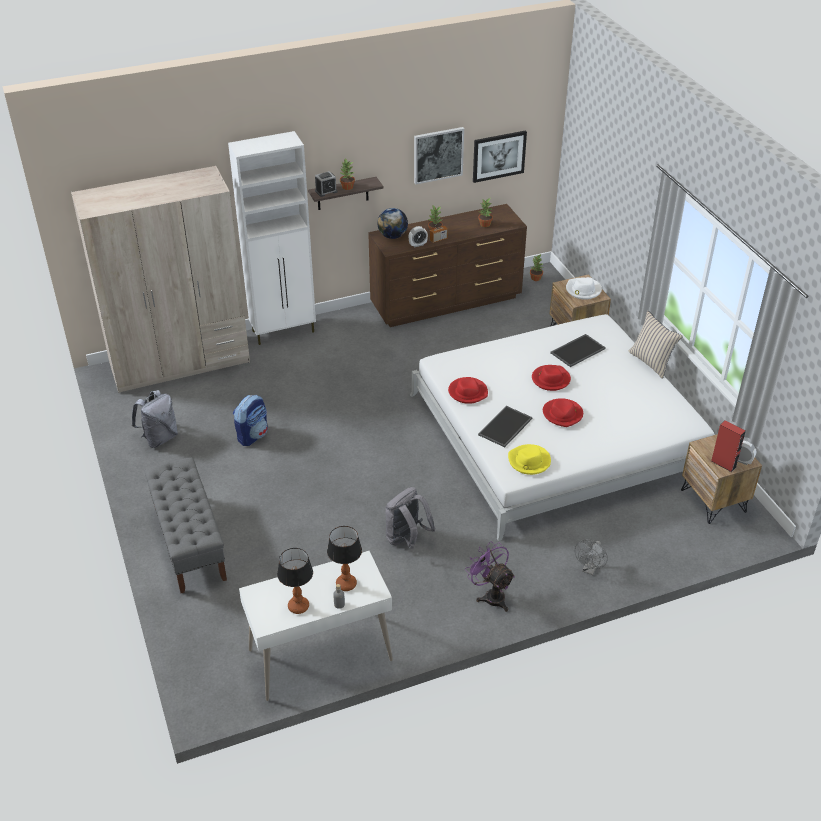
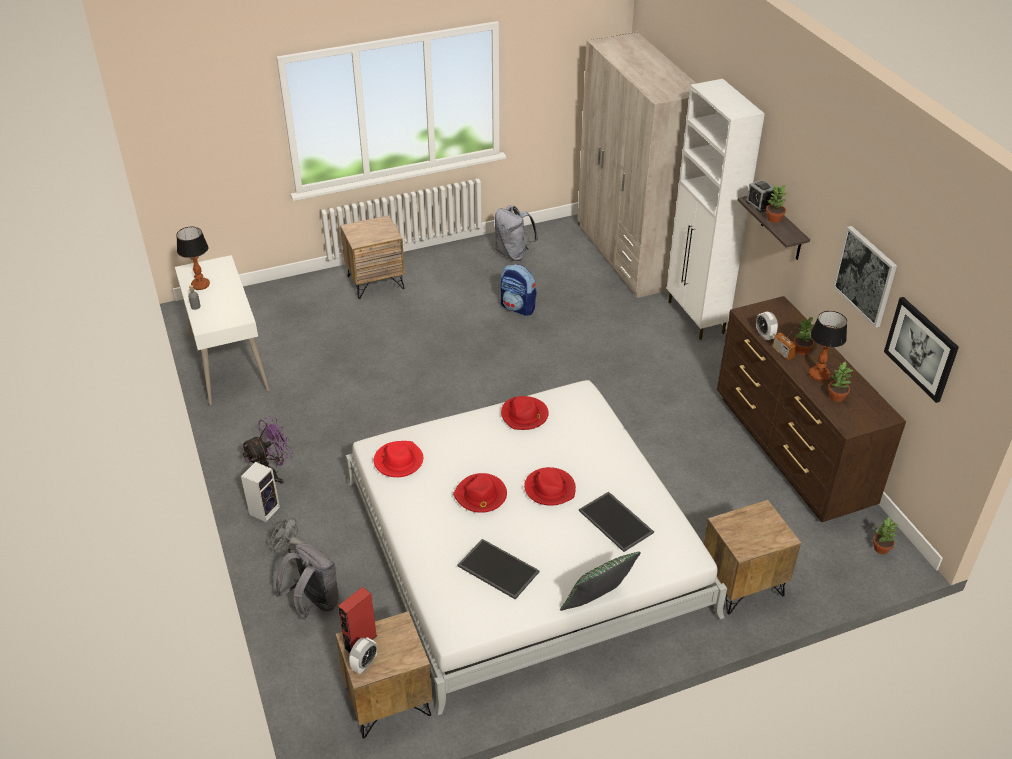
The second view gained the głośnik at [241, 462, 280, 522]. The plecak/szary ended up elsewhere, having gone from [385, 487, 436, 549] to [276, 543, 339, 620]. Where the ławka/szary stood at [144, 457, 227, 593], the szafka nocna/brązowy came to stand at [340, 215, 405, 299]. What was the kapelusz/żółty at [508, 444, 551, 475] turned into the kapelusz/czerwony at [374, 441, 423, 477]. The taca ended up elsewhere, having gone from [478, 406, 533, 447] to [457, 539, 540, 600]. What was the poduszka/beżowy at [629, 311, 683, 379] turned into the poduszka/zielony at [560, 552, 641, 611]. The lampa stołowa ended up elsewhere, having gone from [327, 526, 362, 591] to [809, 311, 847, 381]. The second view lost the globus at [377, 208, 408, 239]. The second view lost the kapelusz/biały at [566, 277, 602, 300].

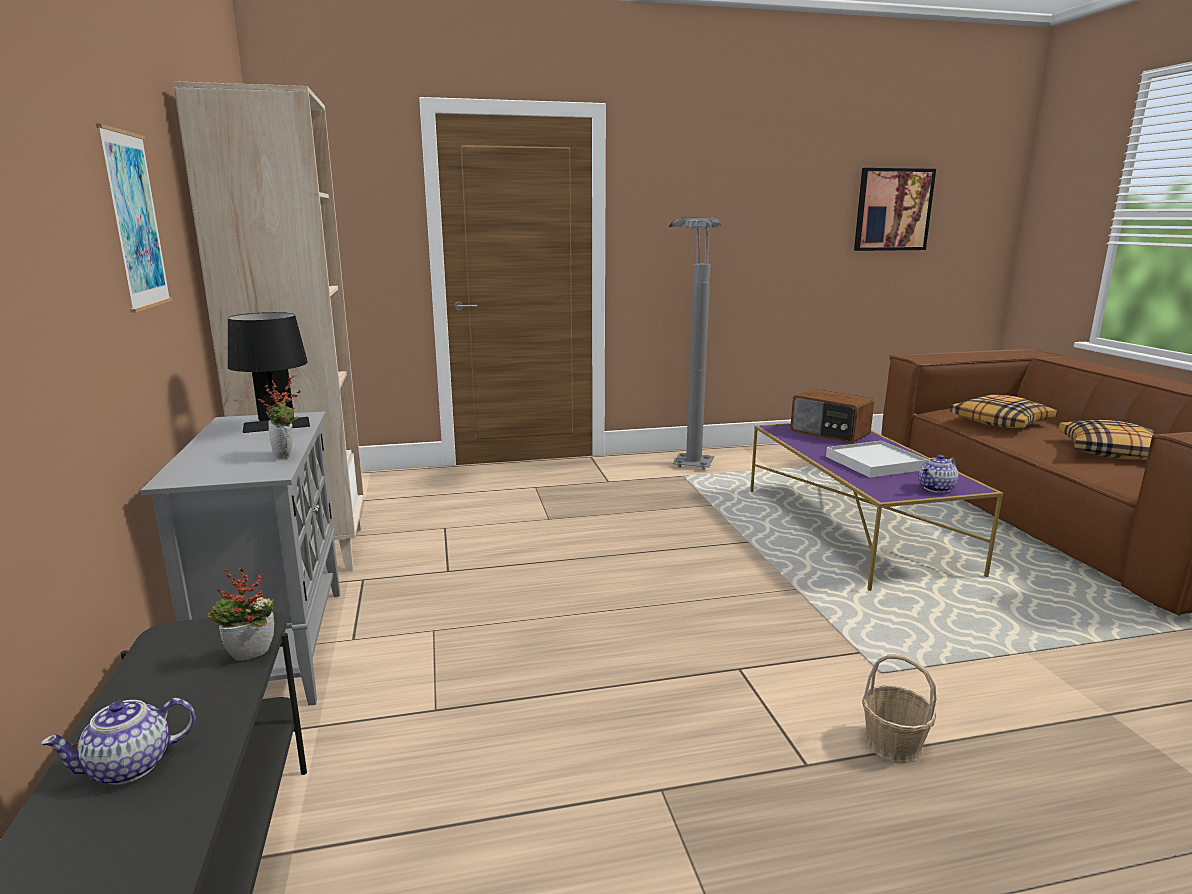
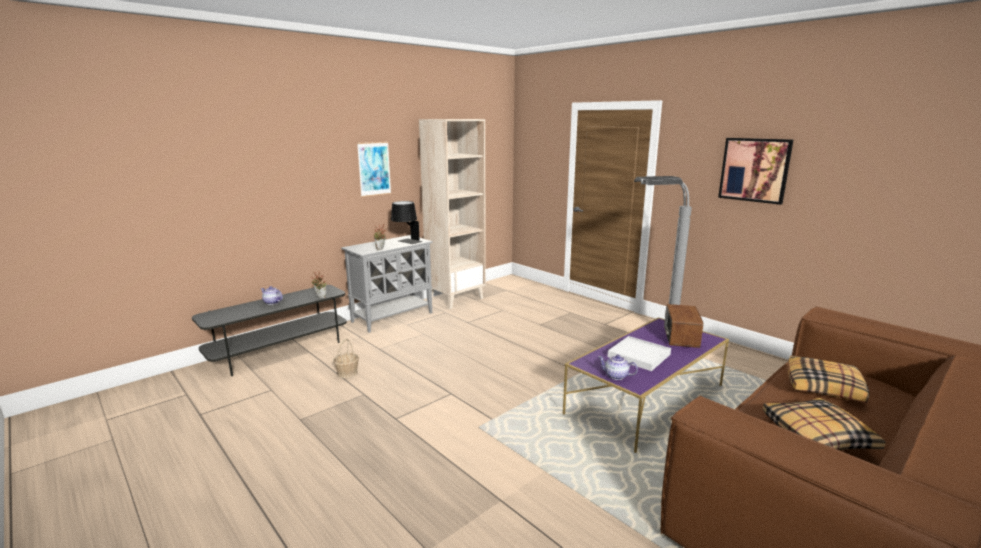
The koszyk ended up elsewhere, having gone from [862, 654, 936, 763] to [333, 338, 359, 378]. The obraz ended up elsewhere, having gone from [854, 168, 936, 251] to [718, 138, 793, 205].

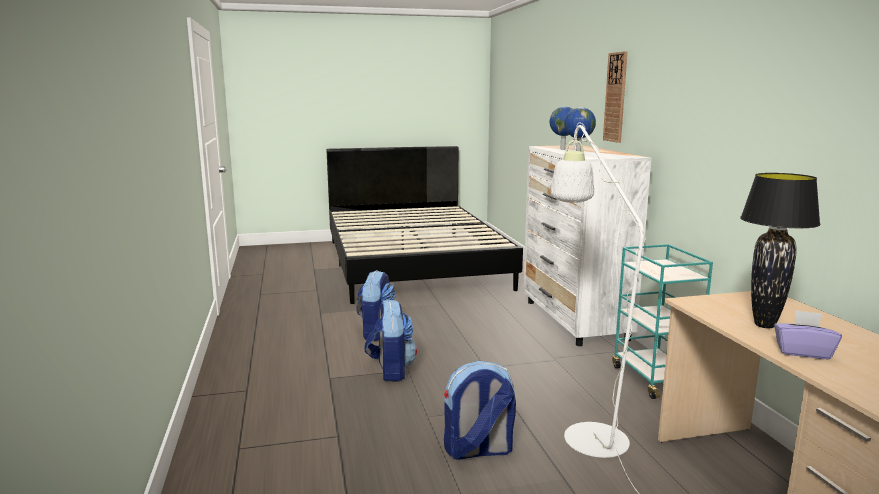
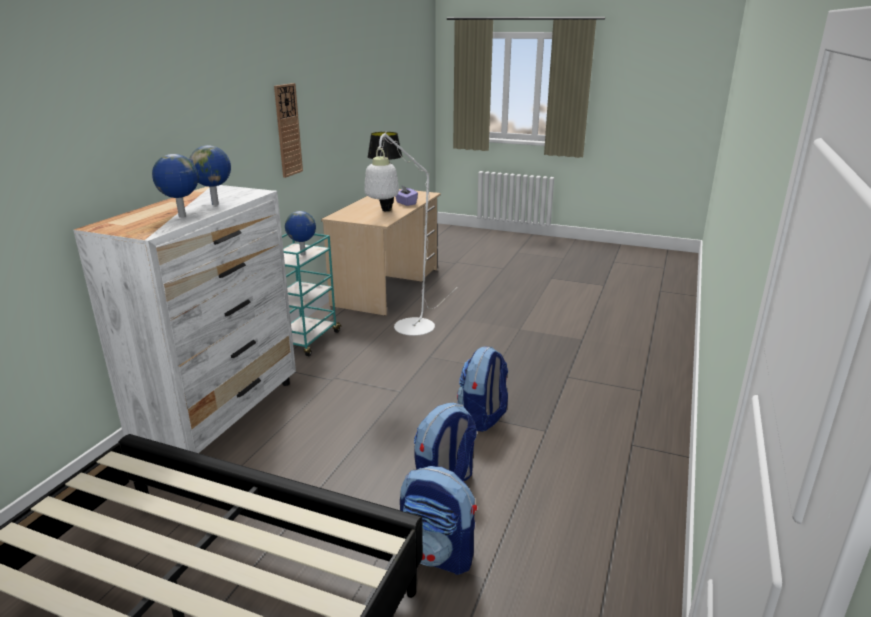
The zegar ścienny ended up elsewhere, having gone from [603, 51, 628, 143] to [274, 83, 303, 178]. The second view gained the globus at [285, 211, 316, 255]. The plecak ended up elsewhere, having gone from [444, 361, 516, 460] to [400, 466, 477, 575].

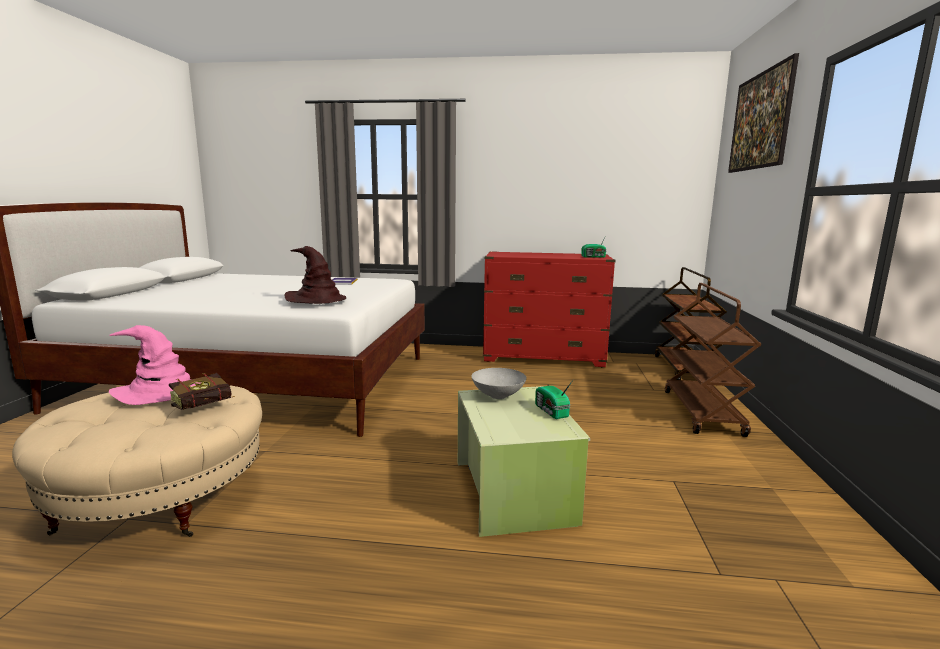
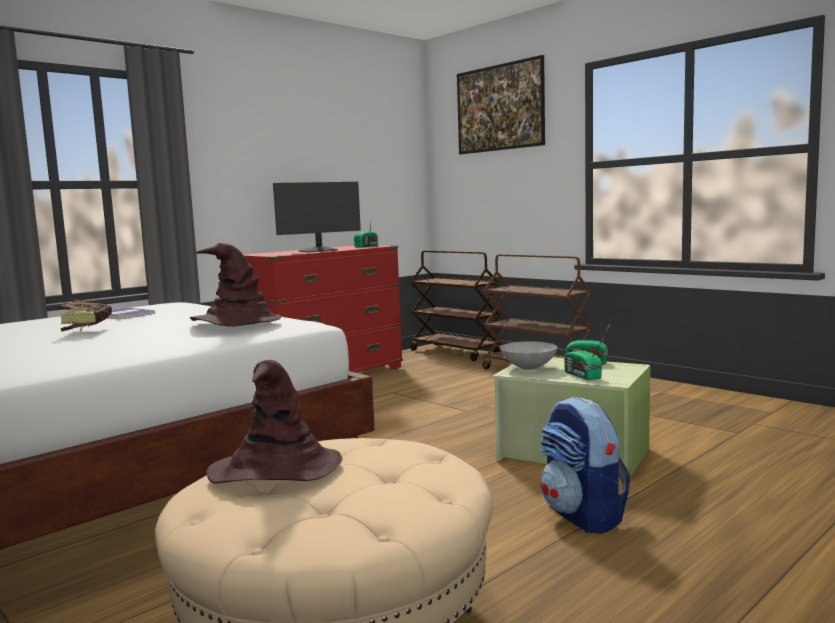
The książka ended up elsewhere, having gone from [169, 373, 234, 410] to [59, 299, 112, 332]. What was the kapelusz/różowy at [109, 325, 200, 405] turned into the kapelusz/brązowy at [207, 360, 342, 484]. The second view gained the monitor at [273, 182, 361, 252]. The second view gained the plecak at [540, 397, 631, 534]. The second view gained the radio at [564, 338, 604, 380].

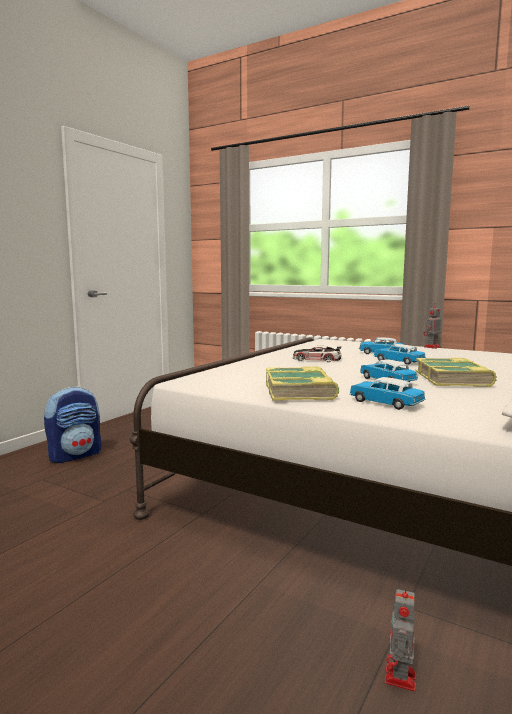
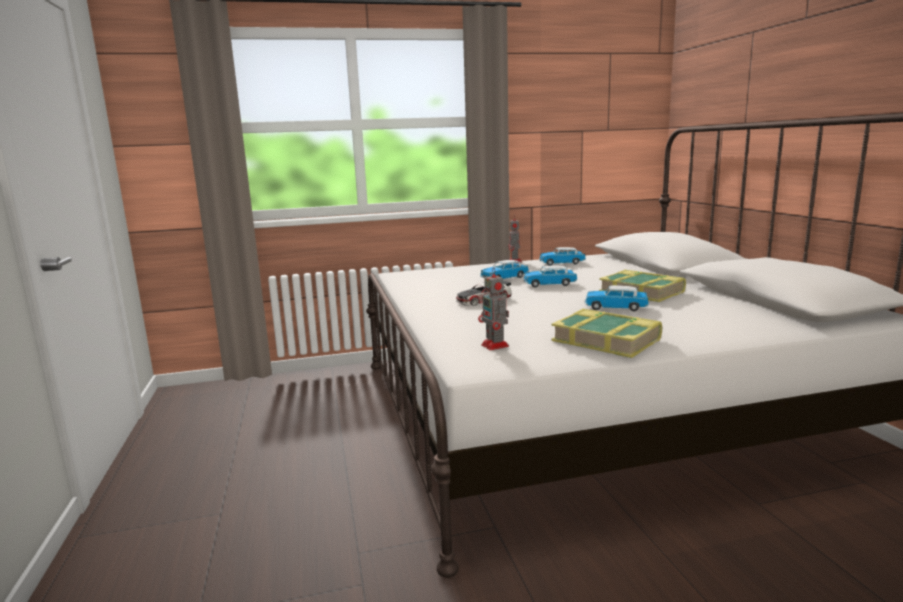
The robot zabawkowy ended up elsewhere, having gone from [385, 584, 416, 691] to [478, 267, 509, 350]. The samochodzik ended up elsewhere, having gone from [349, 377, 425, 410] to [539, 247, 586, 266]. The second view lost the plecak at [44, 387, 101, 463].

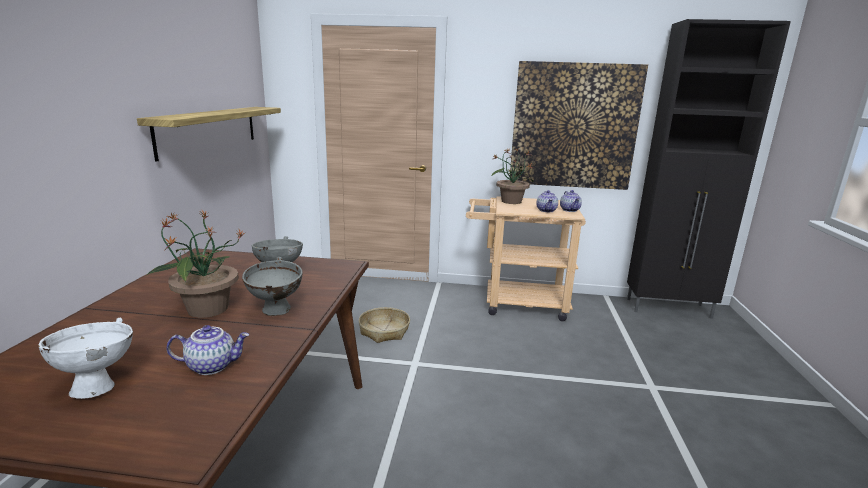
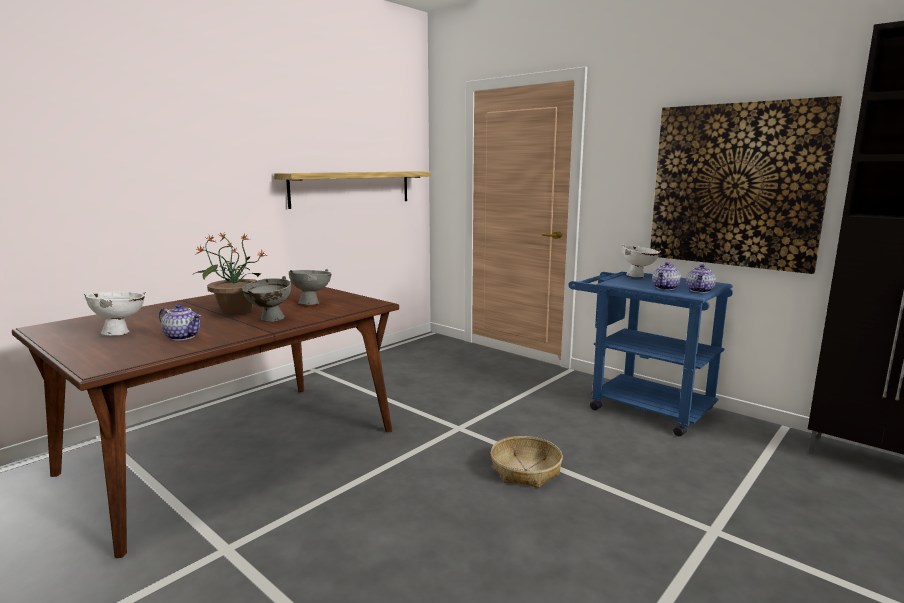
The koszyk ended up elsewhere, having gone from [359, 307, 410, 343] to [491, 436, 563, 488]. What was the wózek/beżowy at [466, 196, 586, 321] turned into the wózek/niebieski at [568, 272, 733, 436]. Where the roślina doniczkowa stood at [492, 147, 534, 204], the miska/biały came to stand at [623, 244, 661, 278].

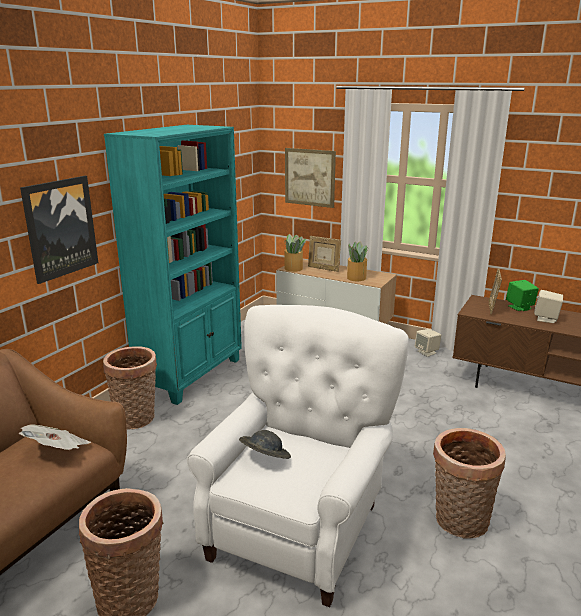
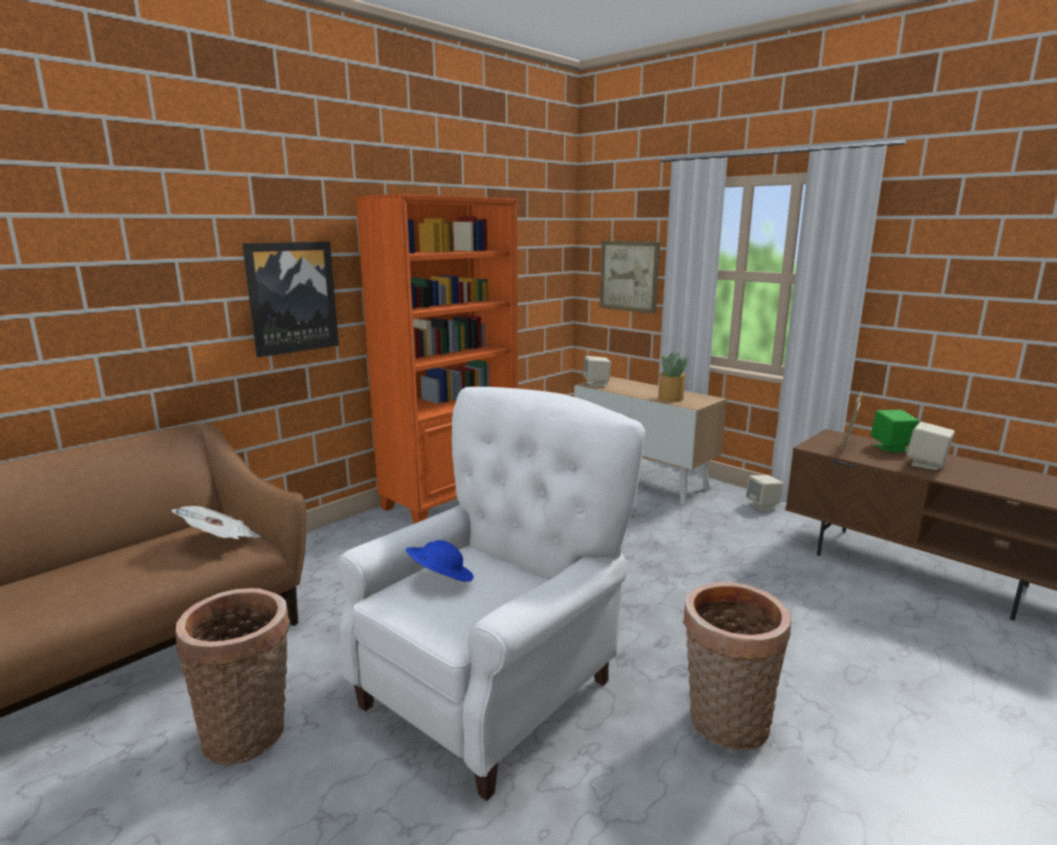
What was the regał/turkusowy at [104, 125, 242, 405] turned into the regał/pomarańczowy at [355, 194, 518, 524]. What was the kapelusz/szary at [239, 430, 291, 459] turned into the kapelusz/niebieski at [406, 540, 474, 582]. Where the roślina doniczkowa stood at [283, 234, 306, 272], the głośnik/beżowy came to stand at [583, 356, 611, 387]. The second view lost the koszyk at [103, 346, 157, 430]. The second view lost the ramka na zdjęcie at [308, 236, 341, 272].

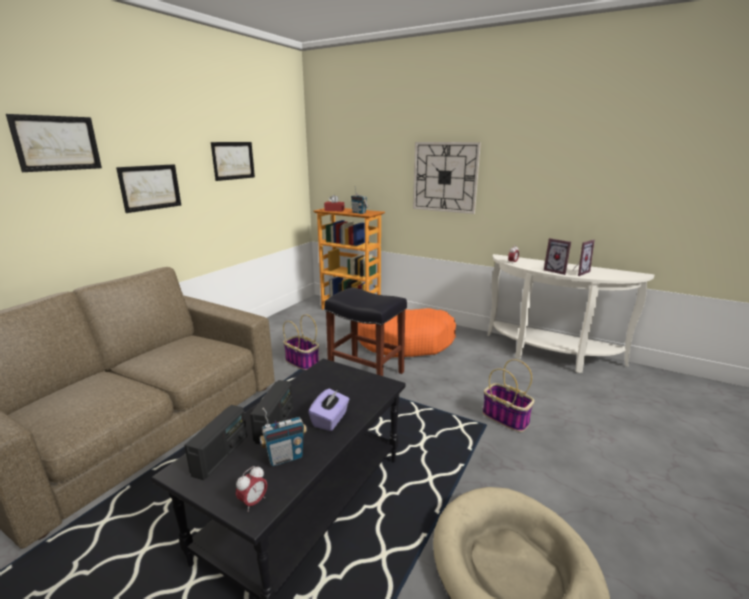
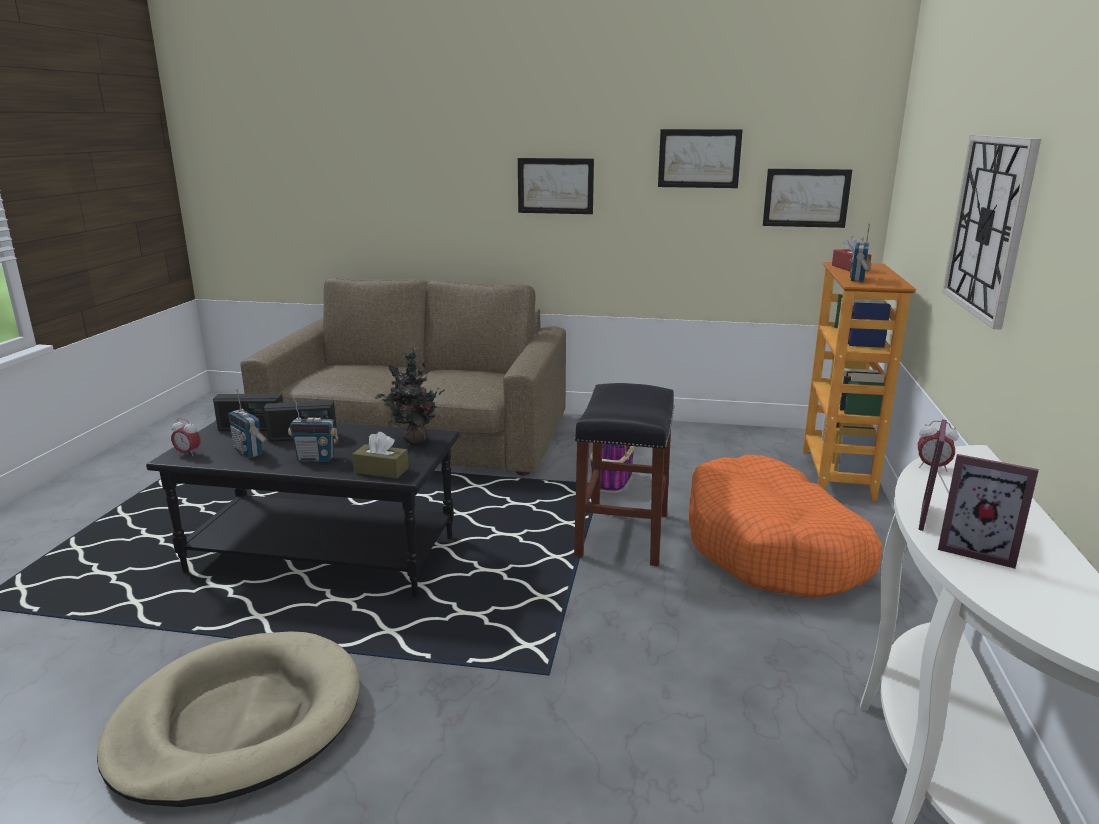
Where the pudełko chusteczek/fioletowy stood at [308, 389, 349, 431], the radio came to stand at [288, 398, 339, 462]. The second view gained the pudełko chusteczek/brązowy at [352, 432, 409, 478]. The second view gained the roślina doniczkowa at [375, 347, 445, 444]. The obraz ended up elsewhere, having gone from [6, 114, 102, 172] to [763, 169, 852, 228]. The second view lost the koszyk at [483, 359, 534, 432].

